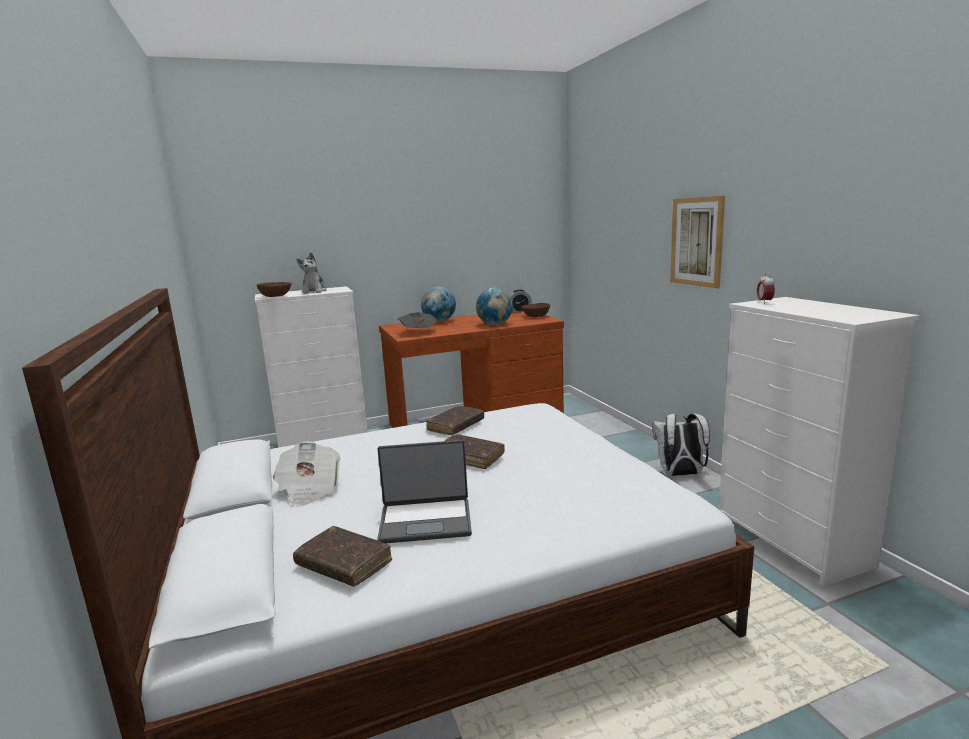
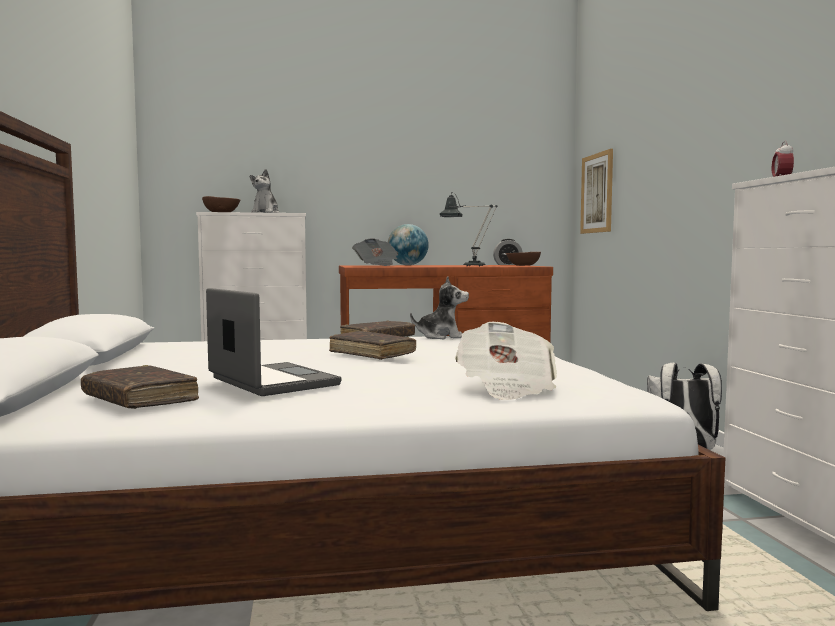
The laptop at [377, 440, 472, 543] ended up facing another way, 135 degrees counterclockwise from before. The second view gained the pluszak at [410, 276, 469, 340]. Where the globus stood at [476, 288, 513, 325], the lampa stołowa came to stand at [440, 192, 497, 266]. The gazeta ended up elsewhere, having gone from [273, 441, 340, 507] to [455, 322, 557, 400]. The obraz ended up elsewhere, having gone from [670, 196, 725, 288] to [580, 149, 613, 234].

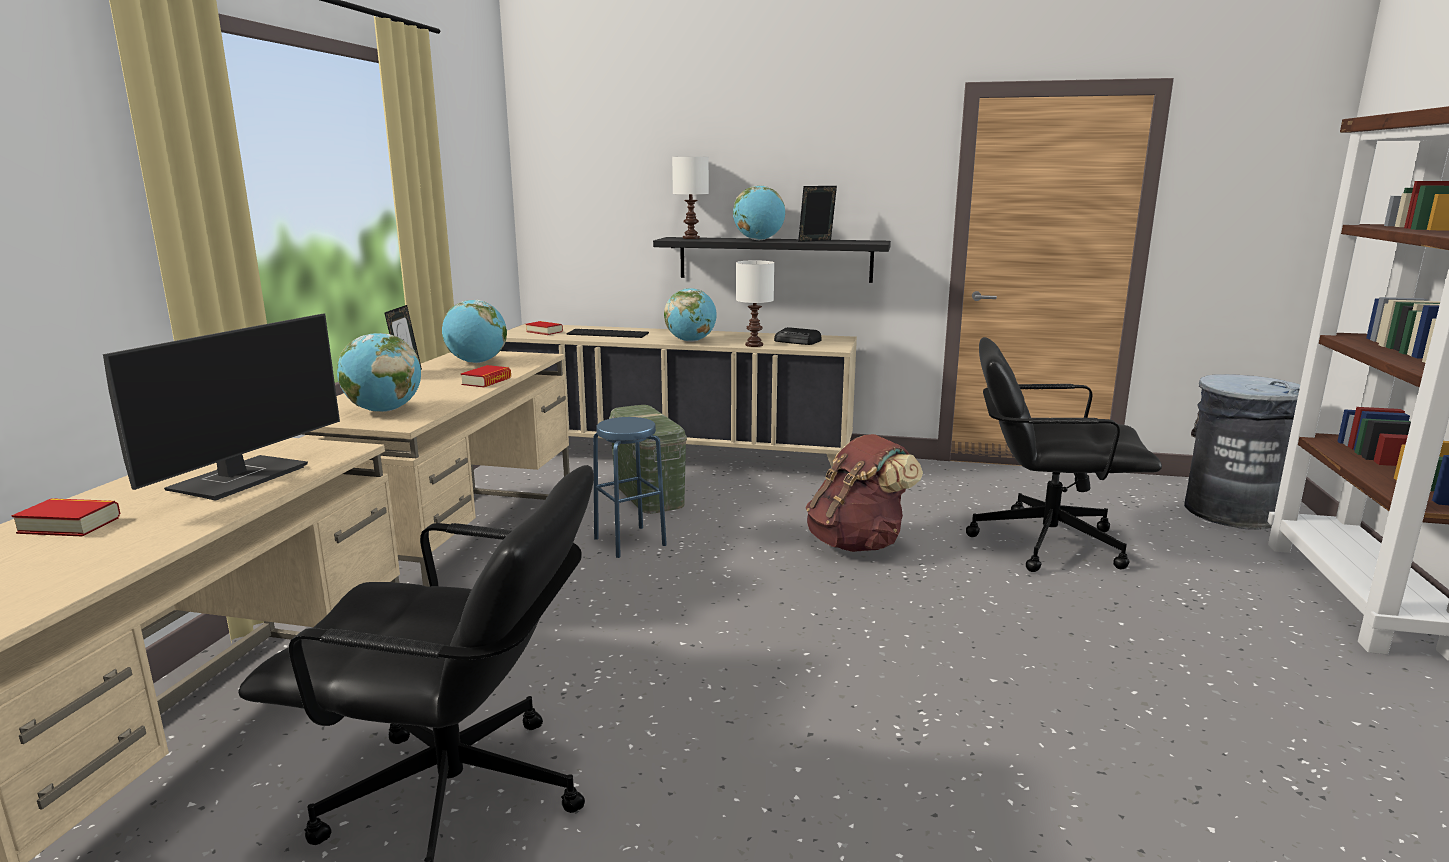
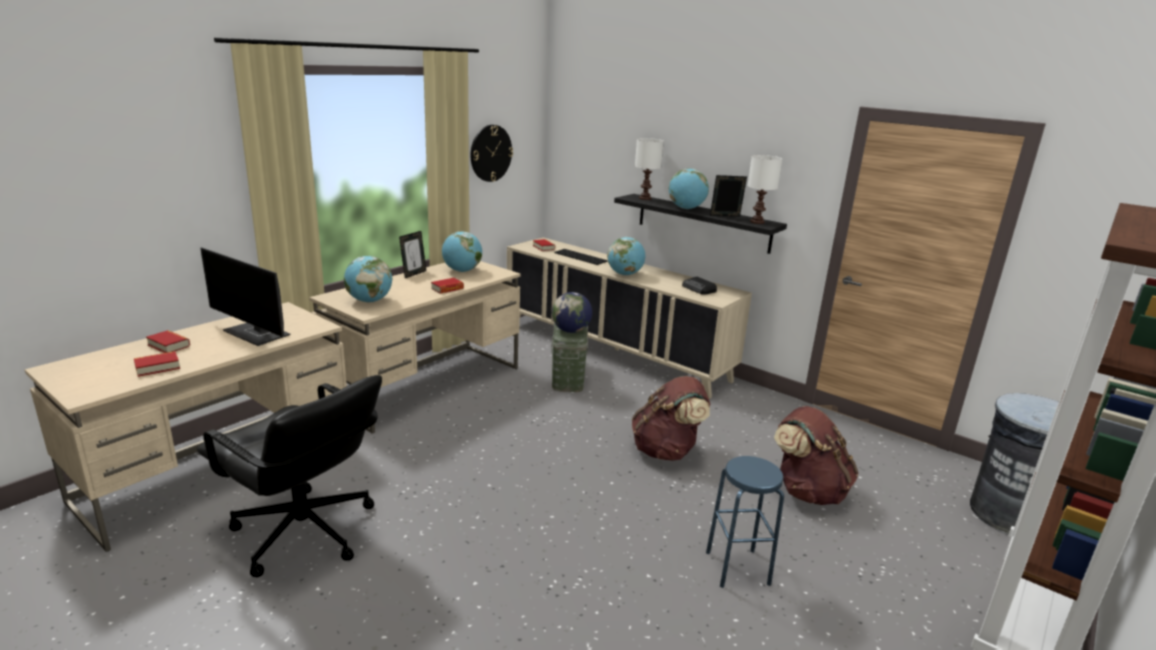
The second view gained the książka at [134, 351, 180, 377]. The monitor at [103, 313, 340, 501] ended up facing another way, 75 degrees clockwise from before. The second view gained the zegar ścienny at [471, 125, 513, 182]. The second view gained the globus at [552, 292, 592, 333]. The stołek/niebieski ended up elsewhere, having gone from [593, 417, 667, 558] to [706, 456, 784, 588]. The lampa stołowa/biały ended up elsewhere, having gone from [736, 260, 774, 347] to [747, 155, 782, 224]. Where the krzesło biurowe/czarny stood at [966, 337, 1162, 572], the plecak/brązowy came to stand at [774, 406, 858, 505].

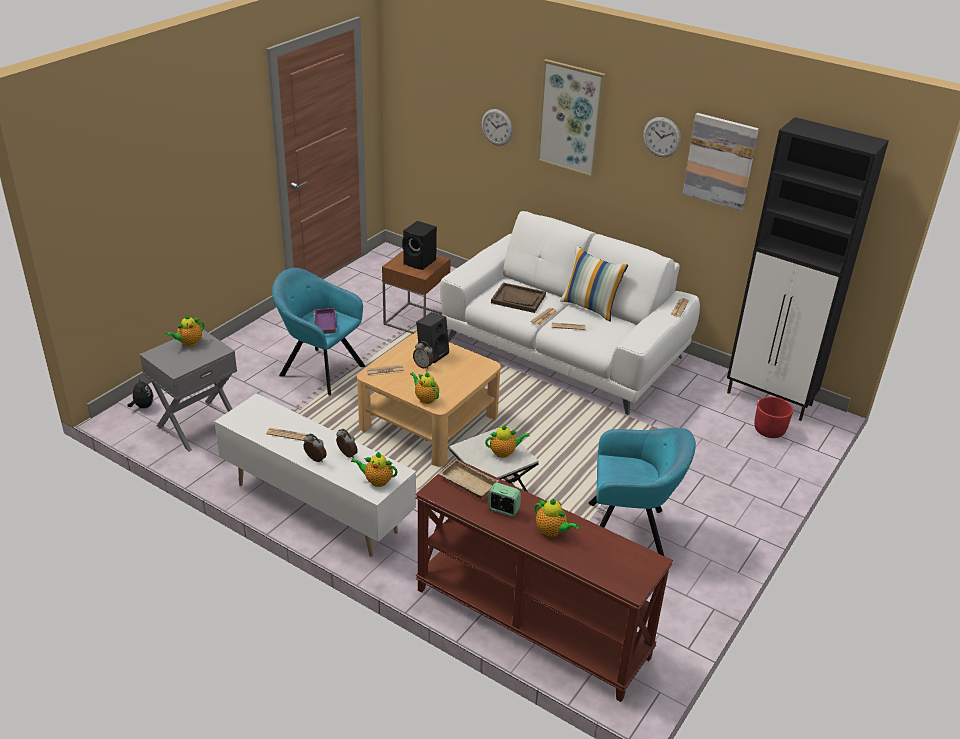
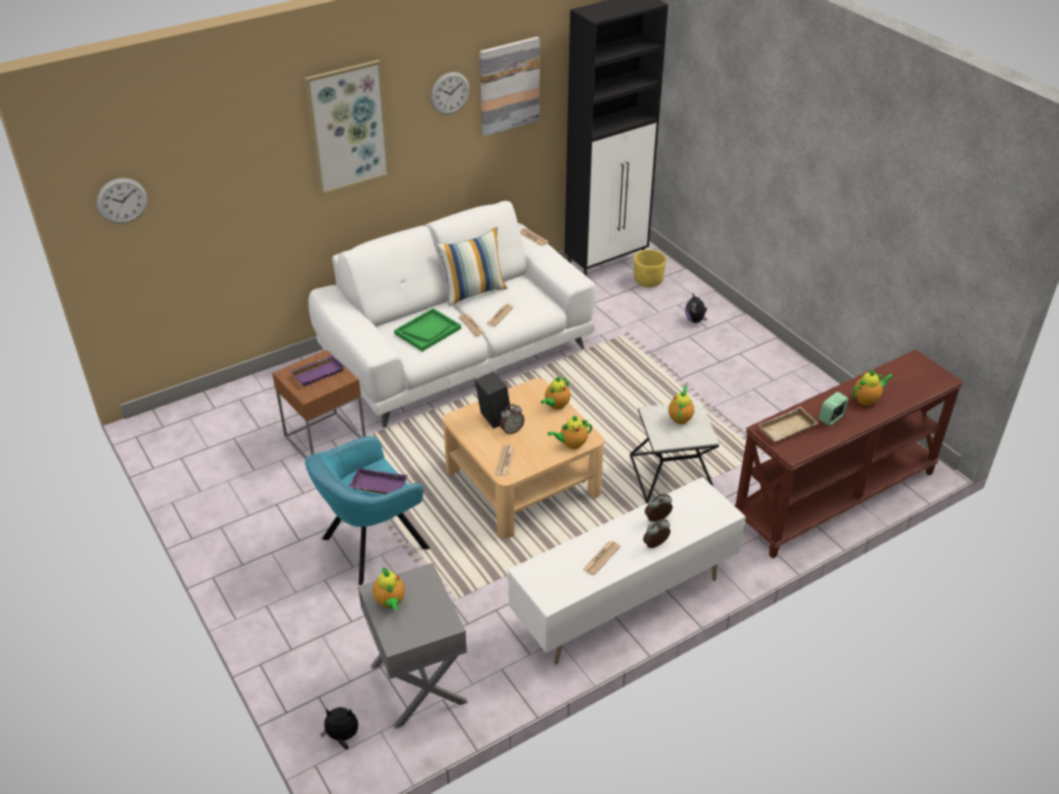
The zegar ścienny ended up elsewhere, having gone from [482, 109, 513, 146] to [96, 178, 148, 224]. Where the głośnik/czarny stood at [402, 221, 437, 270], the taca/fioletowy came to stand at [290, 355, 345, 387]. What was the taca/brązowy at [491, 282, 546, 313] turned into the taca/zielony at [394, 308, 461, 352]. The imbryk ended up elsewhere, having gone from [351, 451, 398, 487] to [541, 377, 571, 410]. What was the donica/czerwony at [754, 397, 793, 438] turned into the donica/żółty at [634, 250, 666, 287]. The second view gained the pluszak at [685, 293, 707, 323]. The second view lost the fotel/turkusowy at [589, 428, 696, 556].

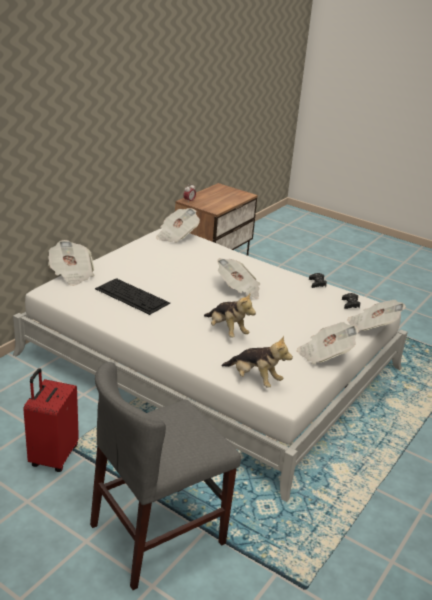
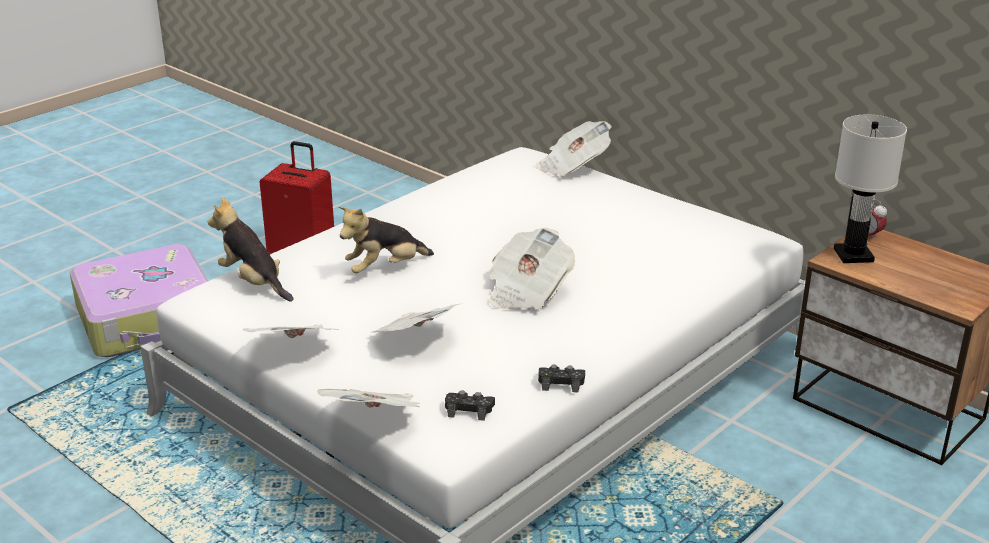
Where the krzesło/szary stood at [90, 362, 241, 590], the walizka came to stand at [70, 244, 208, 357]. The pluszak at [221, 335, 293, 388] ended up facing another way, 90 degrees clockwise from before. The gazeta ended up elsewhere, having gone from [156, 208, 200, 243] to [372, 303, 463, 333]. The second view gained the lampa stołowa/biały at [834, 114, 907, 263]. The second view lost the klawiatura at [95, 278, 170, 315].

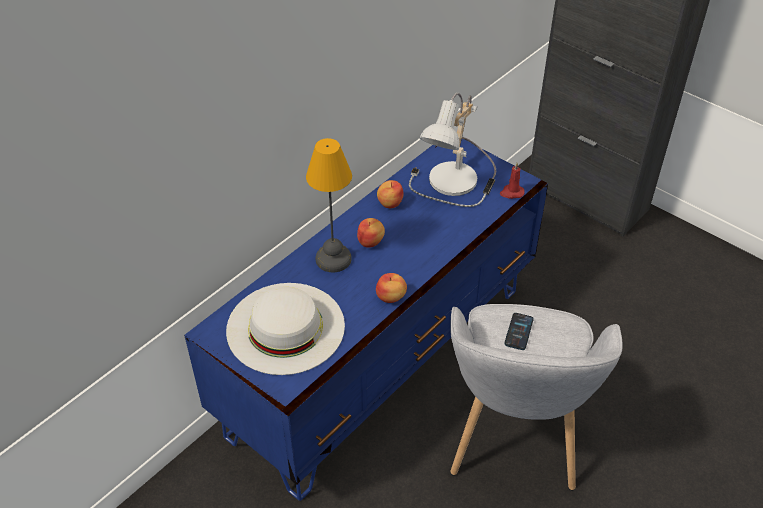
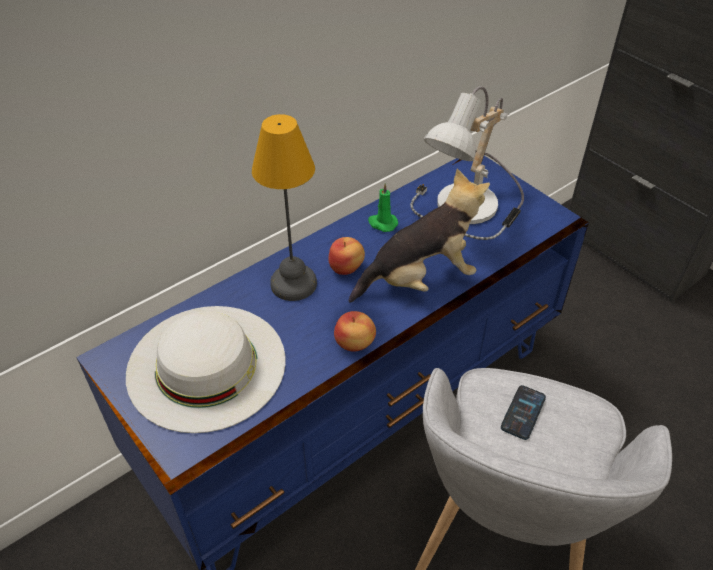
The second view gained the pluszak at [349, 169, 490, 303]. Where the jabłko stood at [377, 180, 403, 208], the świeca/zielony came to stand at [368, 183, 398, 232]. The second view lost the świeca/czerwony at [500, 163, 525, 199].

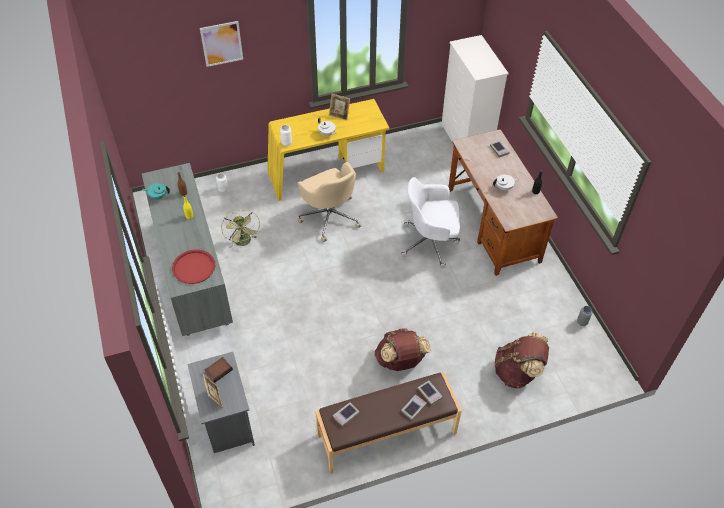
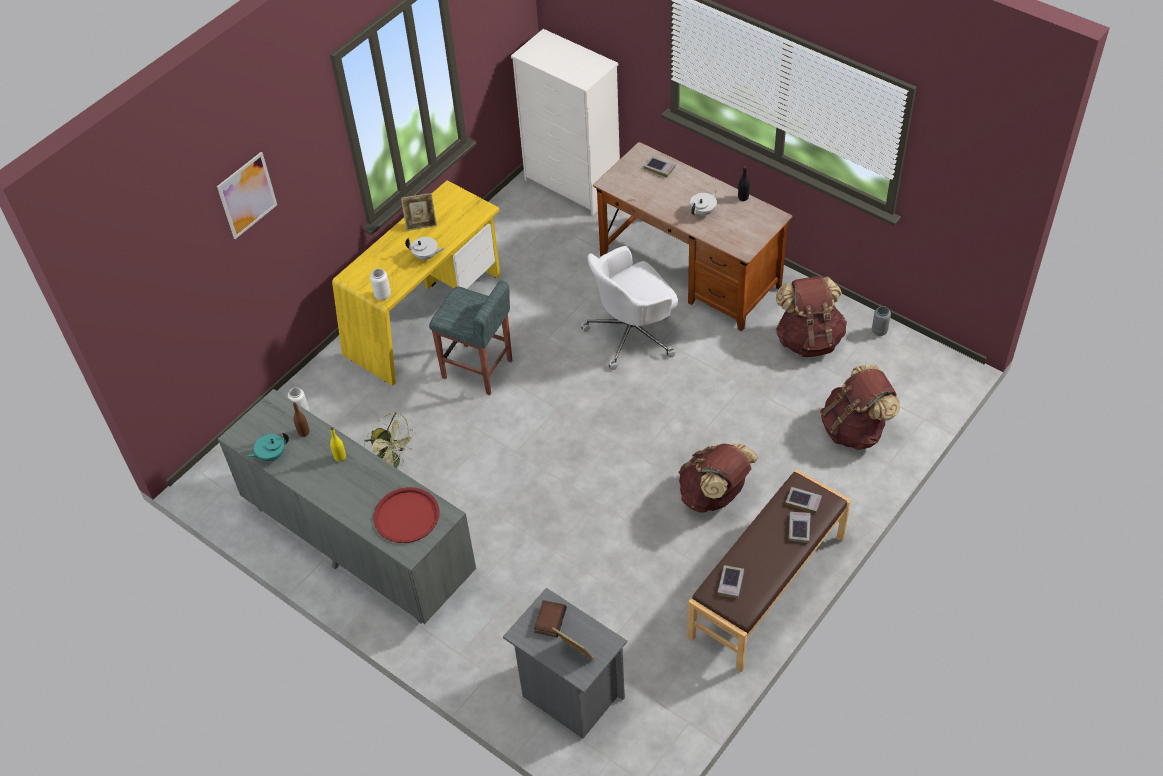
Where the krzesło biurowe/beżowy stood at [298, 162, 361, 242], the stołek/szary came to stand at [429, 280, 512, 395]. The second view gained the plecak/brązowy at [775, 276, 847, 357].

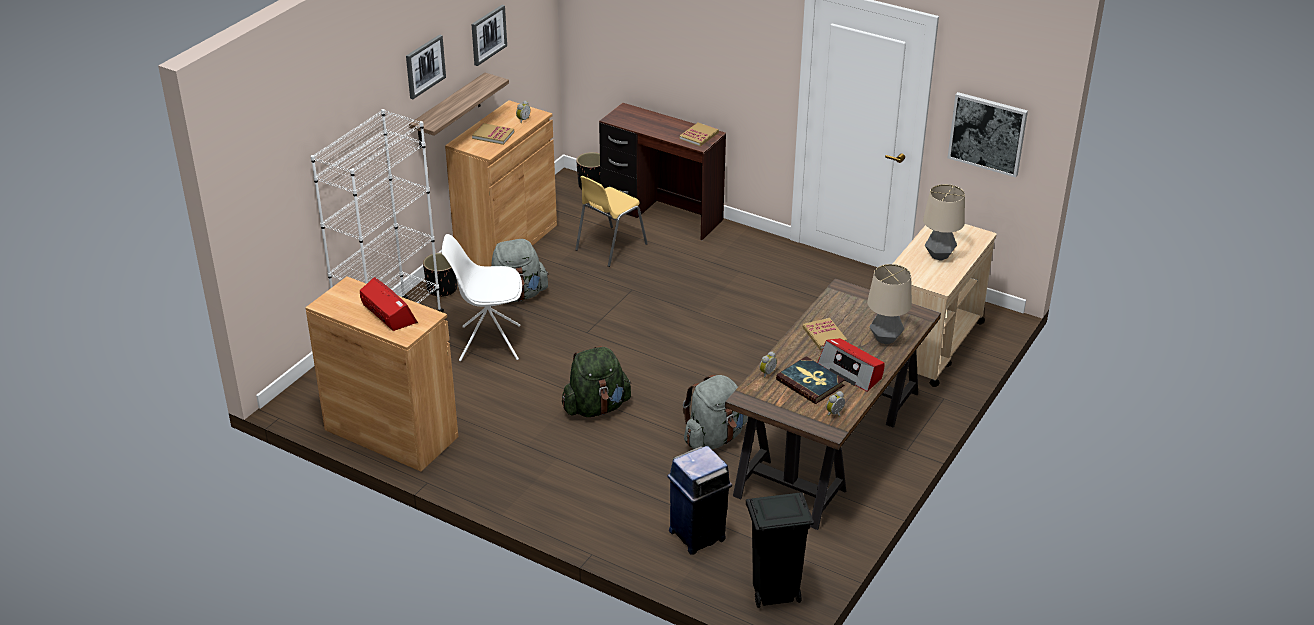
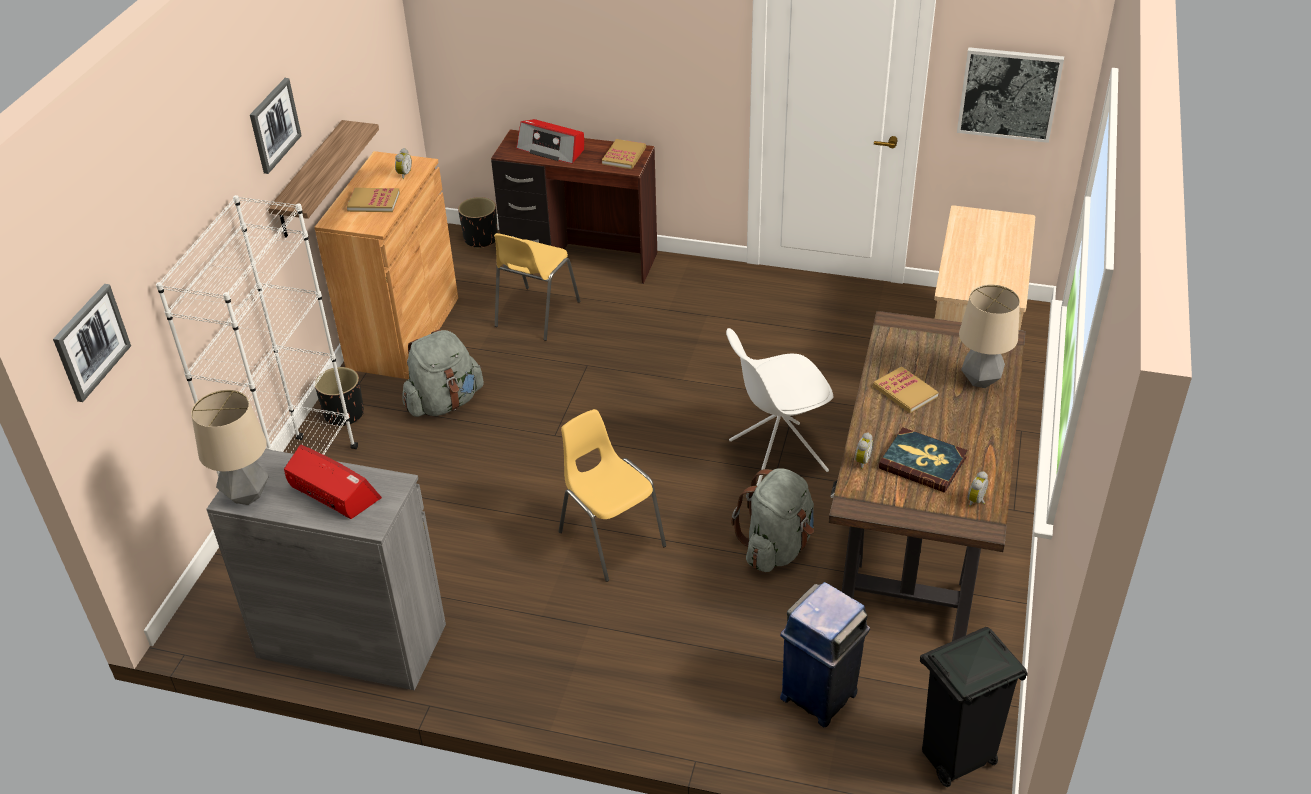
The obraz ended up elsewhere, having gone from [471, 5, 507, 66] to [53, 284, 131, 402]. The lampa stołowa ended up elsewhere, having gone from [923, 184, 965, 261] to [191, 390, 269, 505]. What was the szafka/brązowy at [305, 276, 458, 471] turned into the szafka/szary at [206, 449, 446, 690]. The radio ended up elsewhere, having gone from [818, 338, 885, 392] to [516, 119, 584, 164]. Where the plecak/zielony stood at [562, 346, 632, 417], the krzesło/żółty came to stand at [558, 409, 666, 582]. The krzesło/biały ended up elsewhere, having gone from [442, 234, 522, 361] to [726, 328, 833, 486].

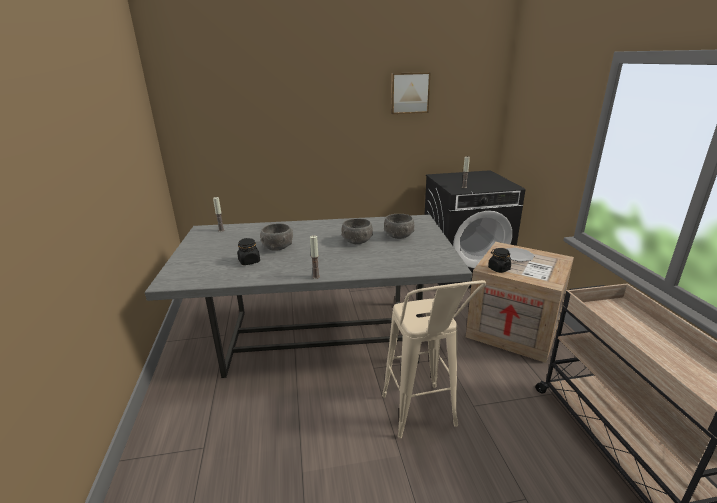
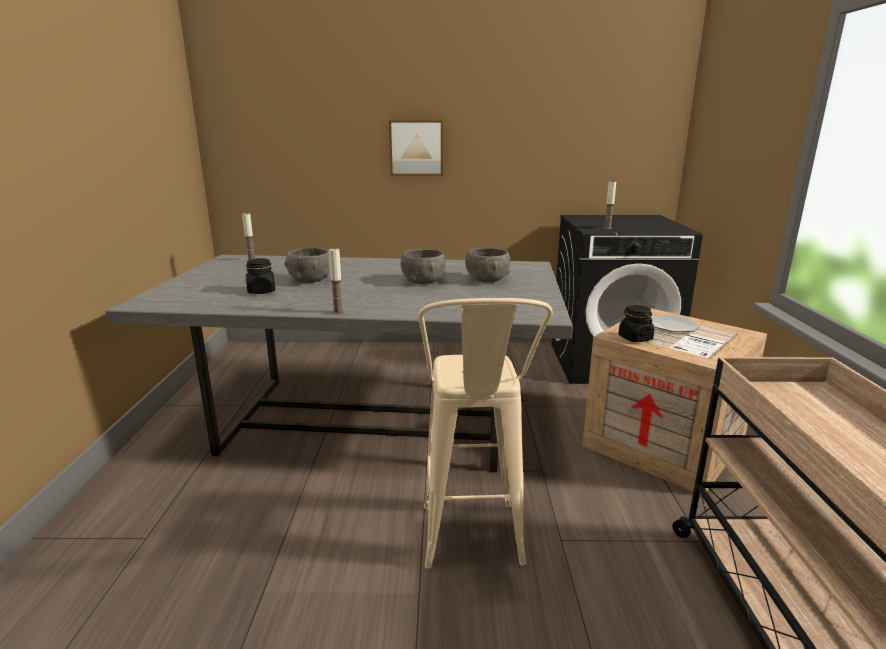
The obraz ended up elsewhere, having gone from [391, 72, 431, 114] to [389, 120, 443, 176].

